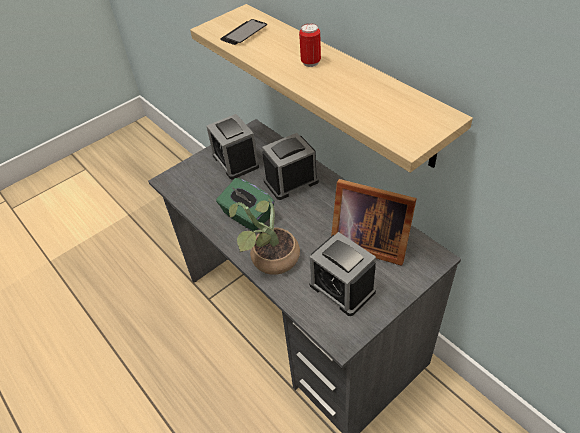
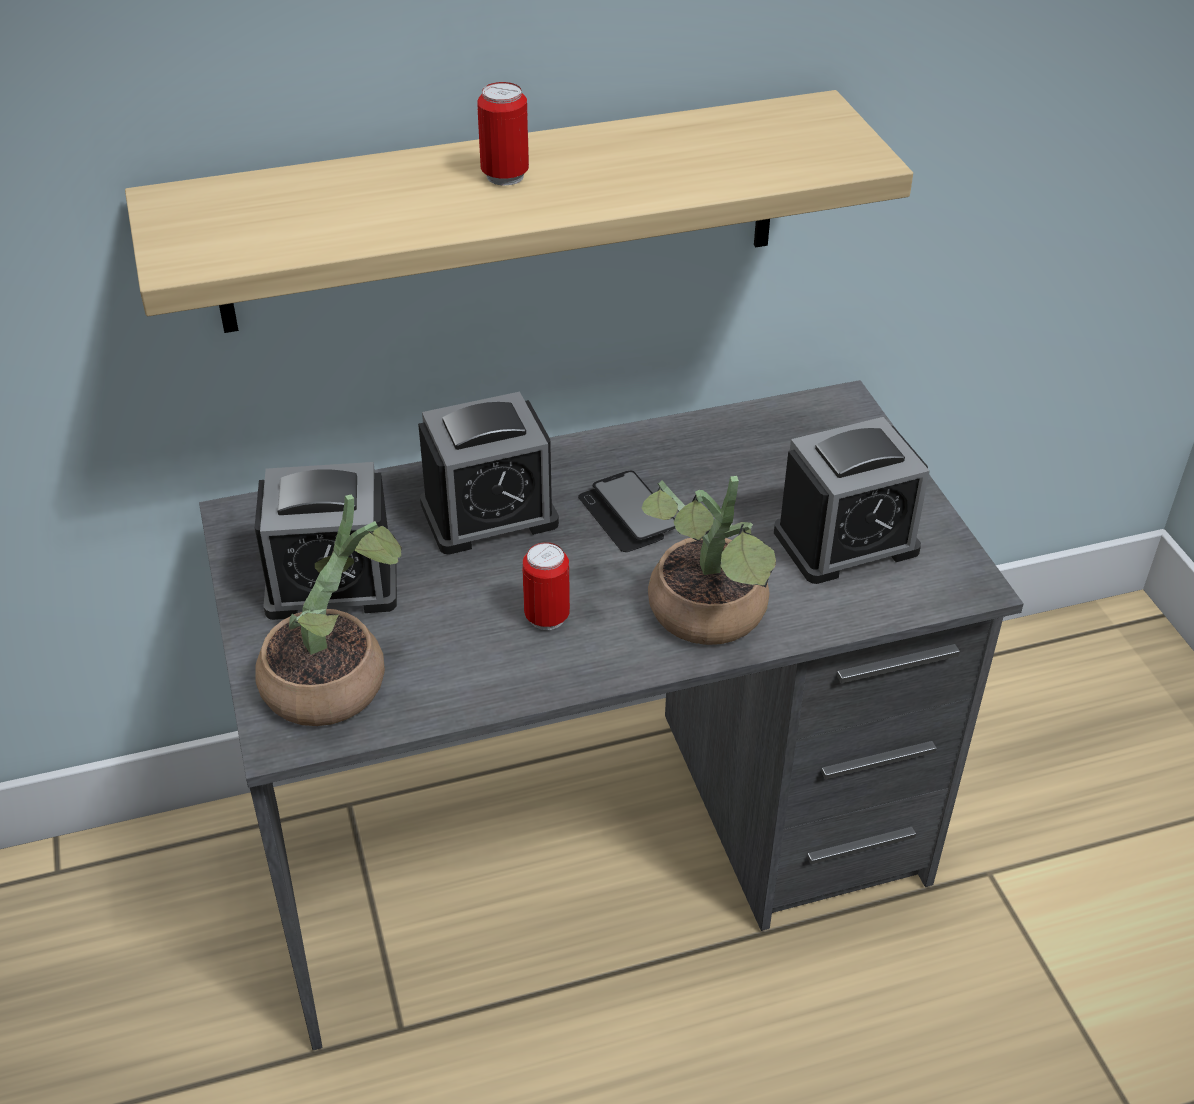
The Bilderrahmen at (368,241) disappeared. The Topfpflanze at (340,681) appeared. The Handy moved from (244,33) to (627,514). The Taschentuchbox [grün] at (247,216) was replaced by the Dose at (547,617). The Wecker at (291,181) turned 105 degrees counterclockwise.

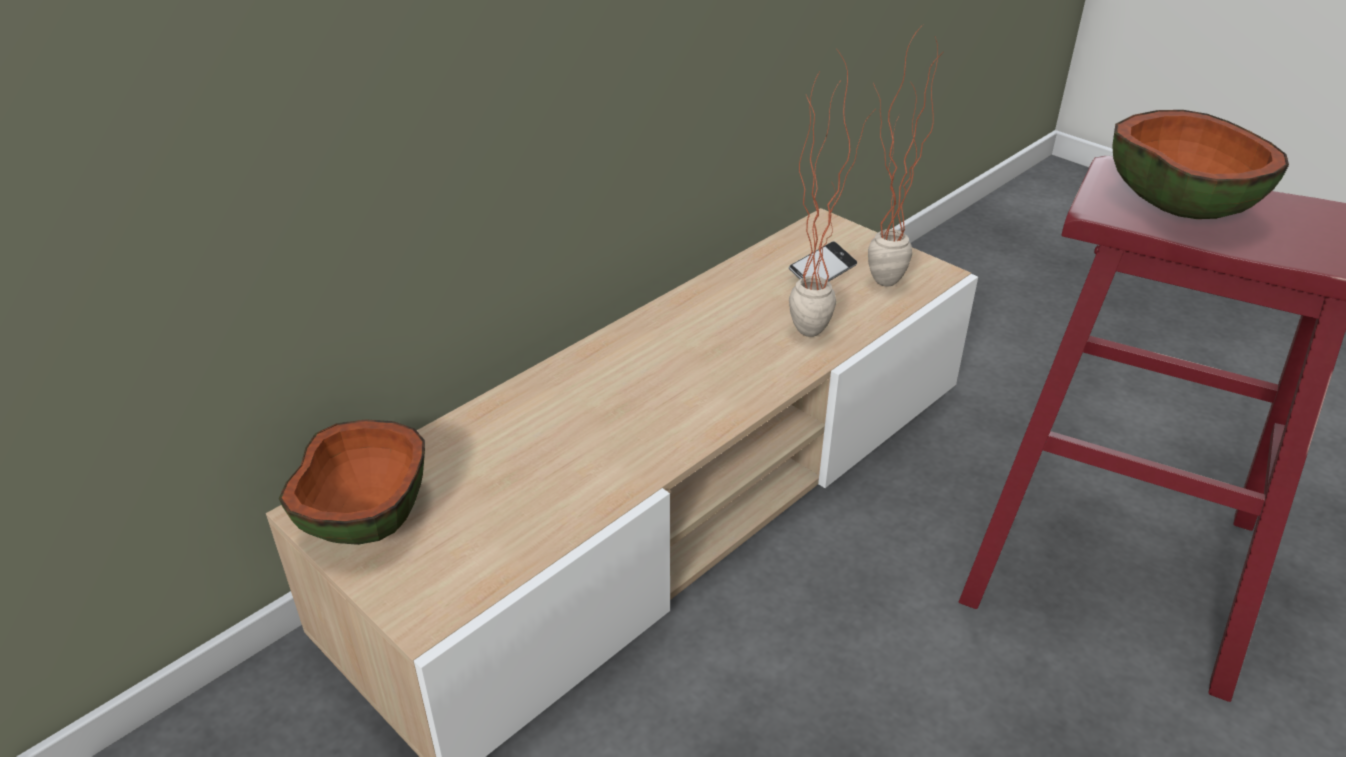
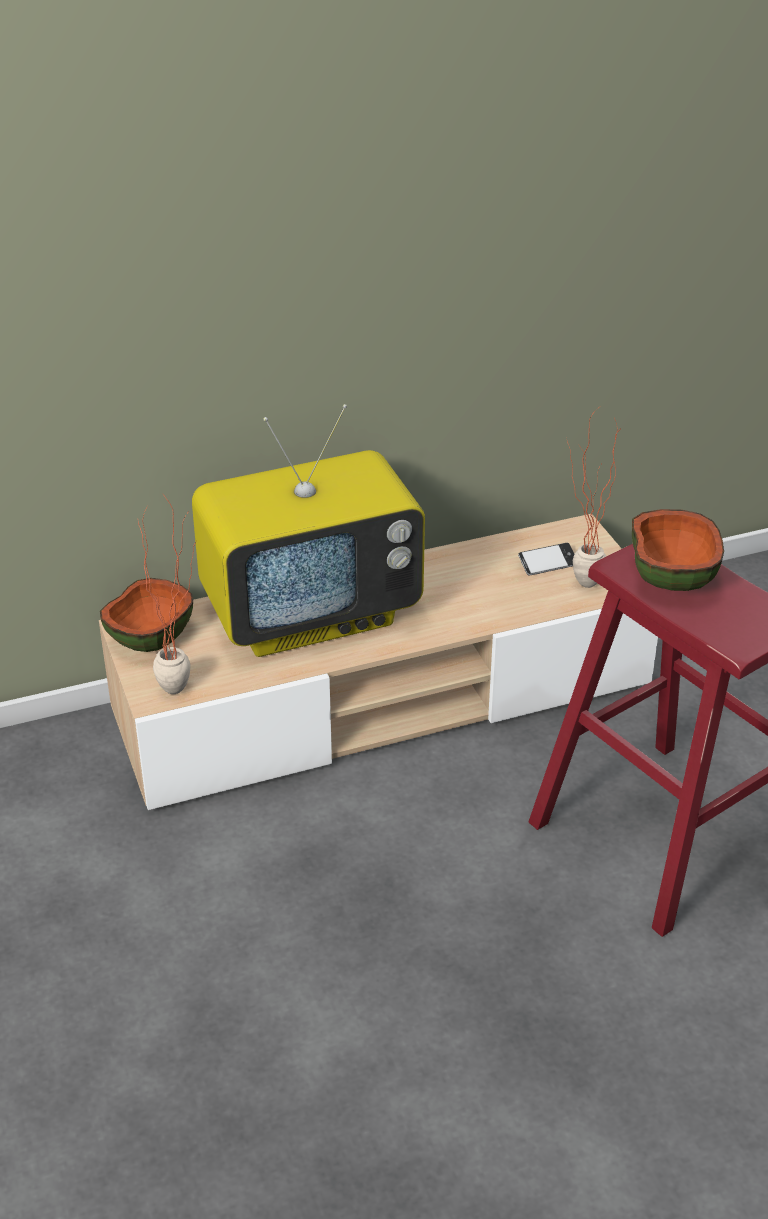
The Fernseher at (312,614) appeared. The Topfpflanze moved from (817,325) to (185,686).

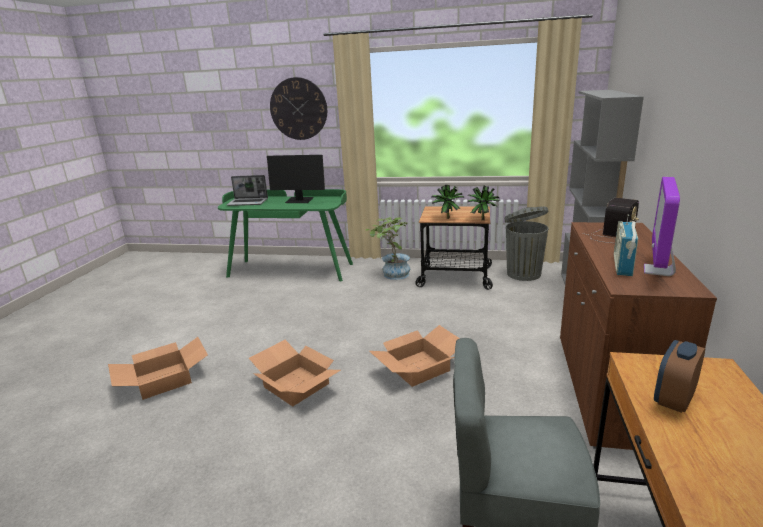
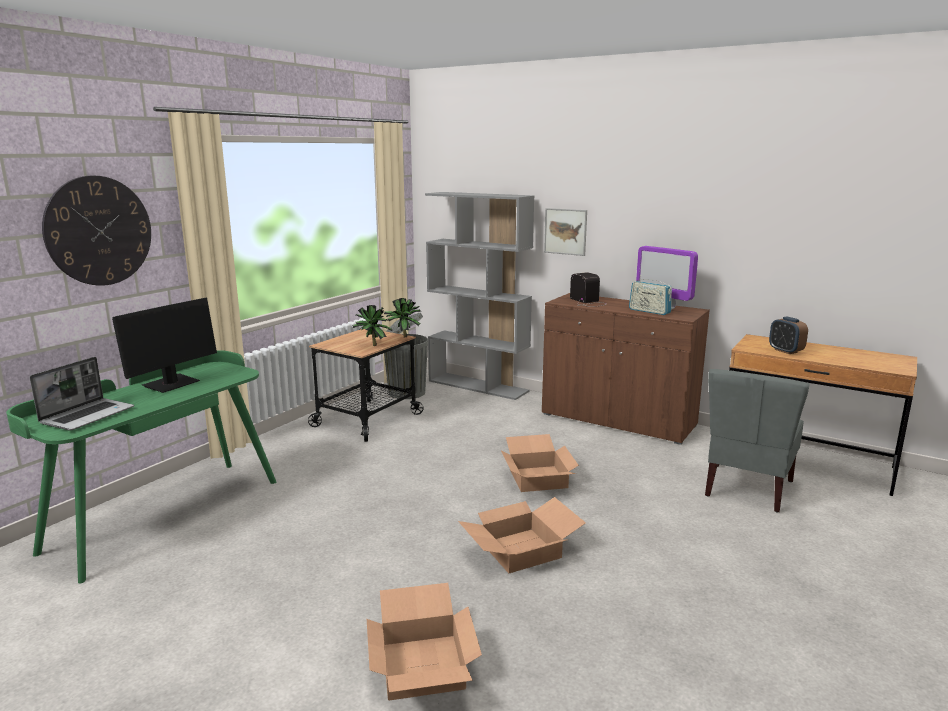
The Topfpflanze at (392,274) disappeared. The Bild at (565,231) appeared.

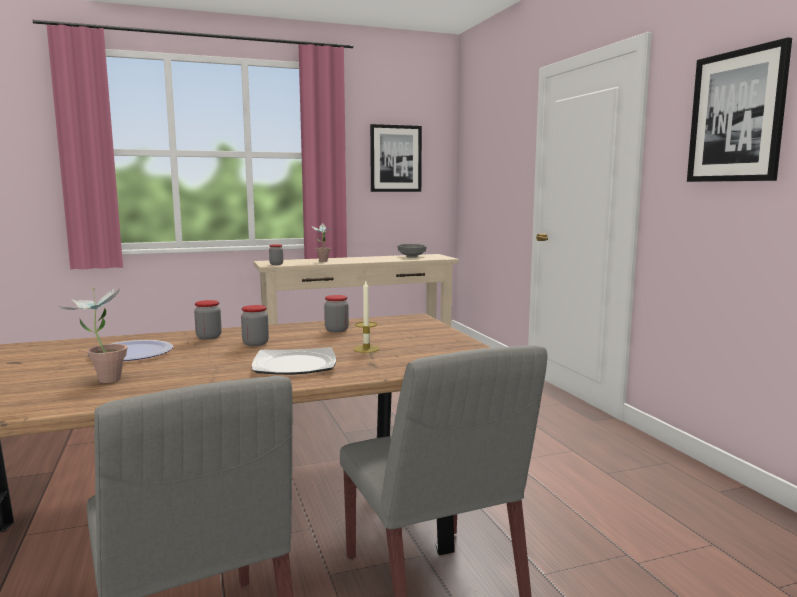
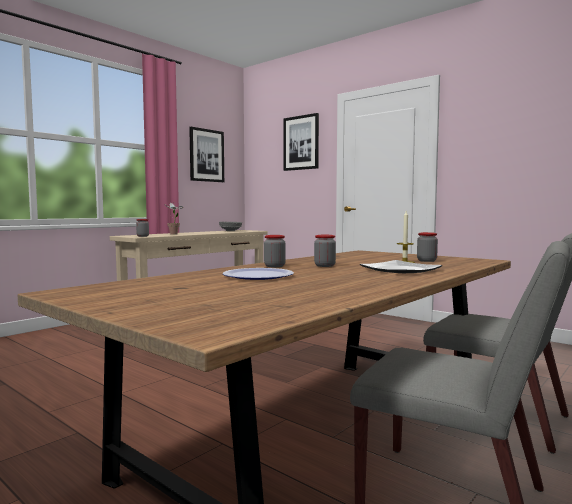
The Topfpflanze at (102,379) disappeared. The Vorratsglas moved from (336,330) to (426,261). The Bild moved from (736,116) to (301,143).

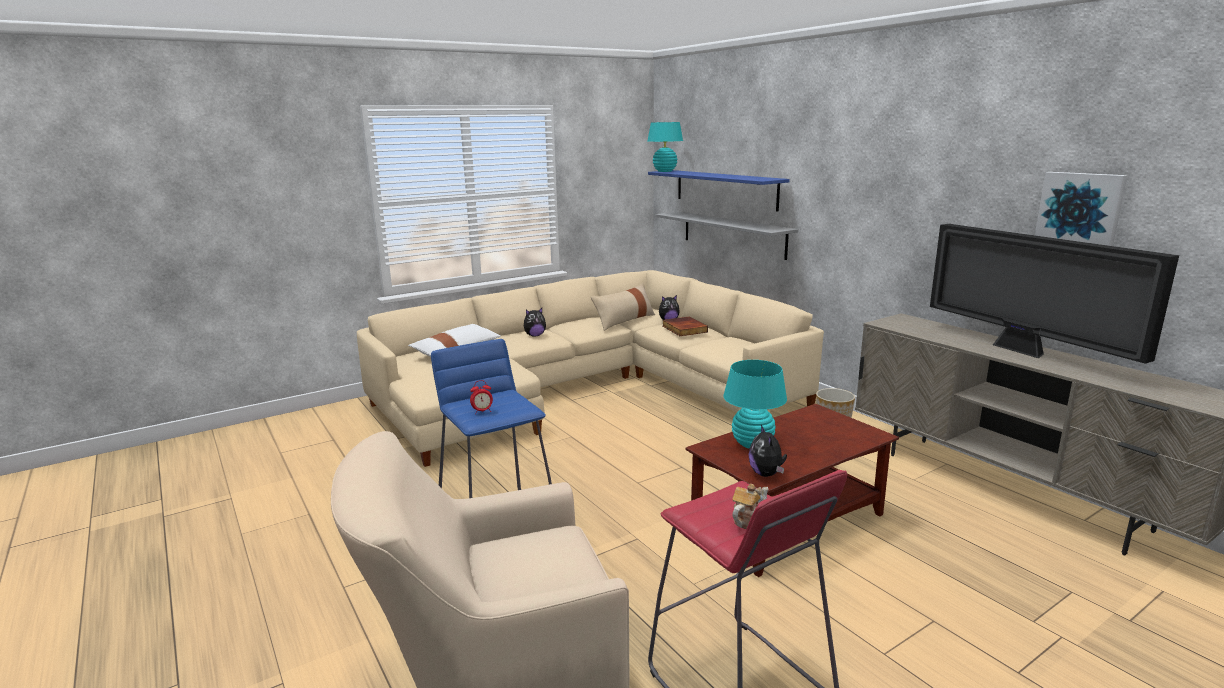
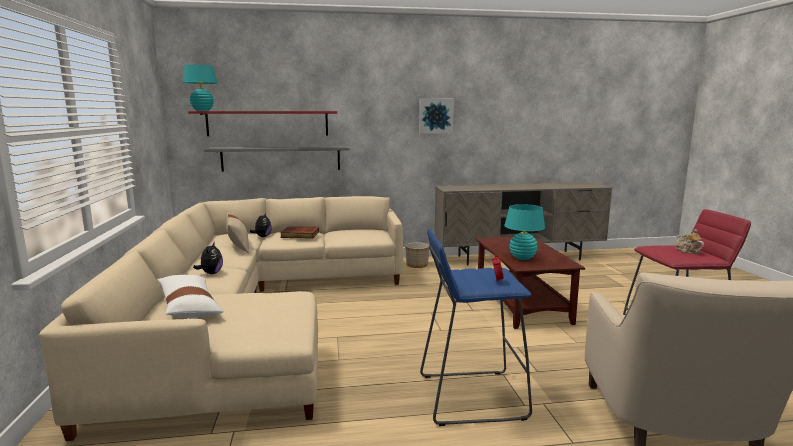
The Plüschtier at (766,474) disappeared. The Fernseher at (1022,351) disappeared. The Bild moved from (1080,209) to (436,116). The Wandregal [blau] at (725,189) became the Wandregal [rot] at (268,123).

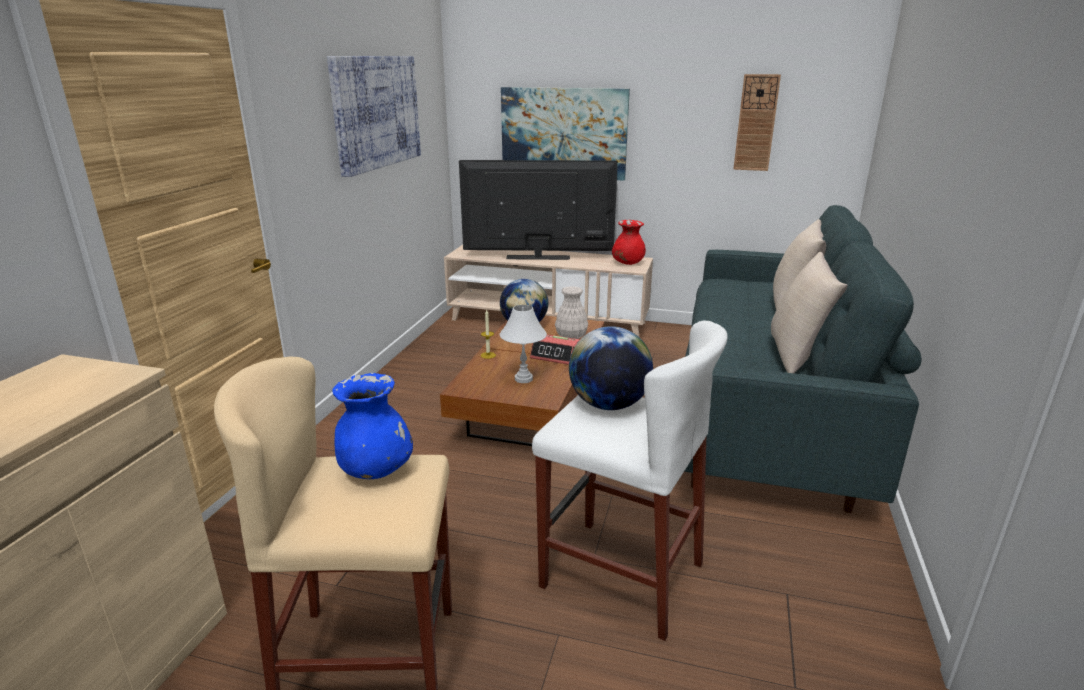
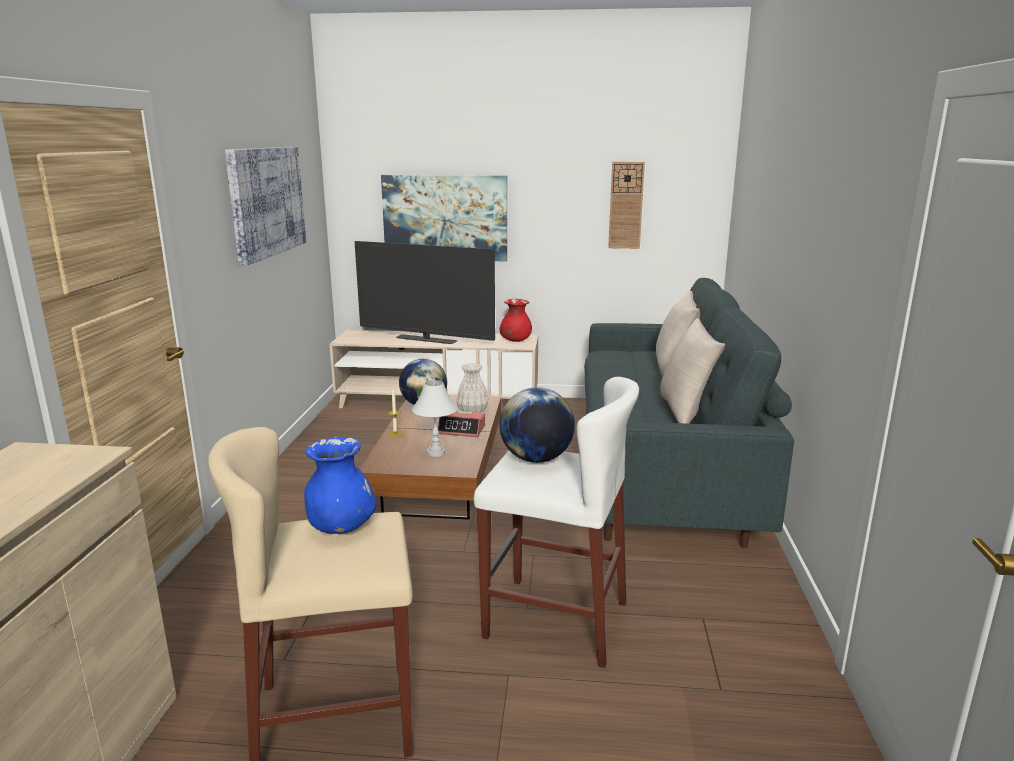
The Fernseher at (538,258) turned 150 degrees counterclockwise.

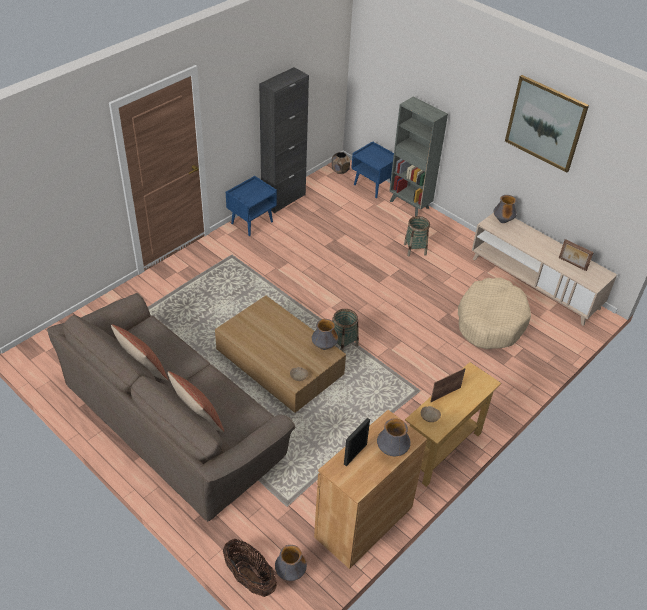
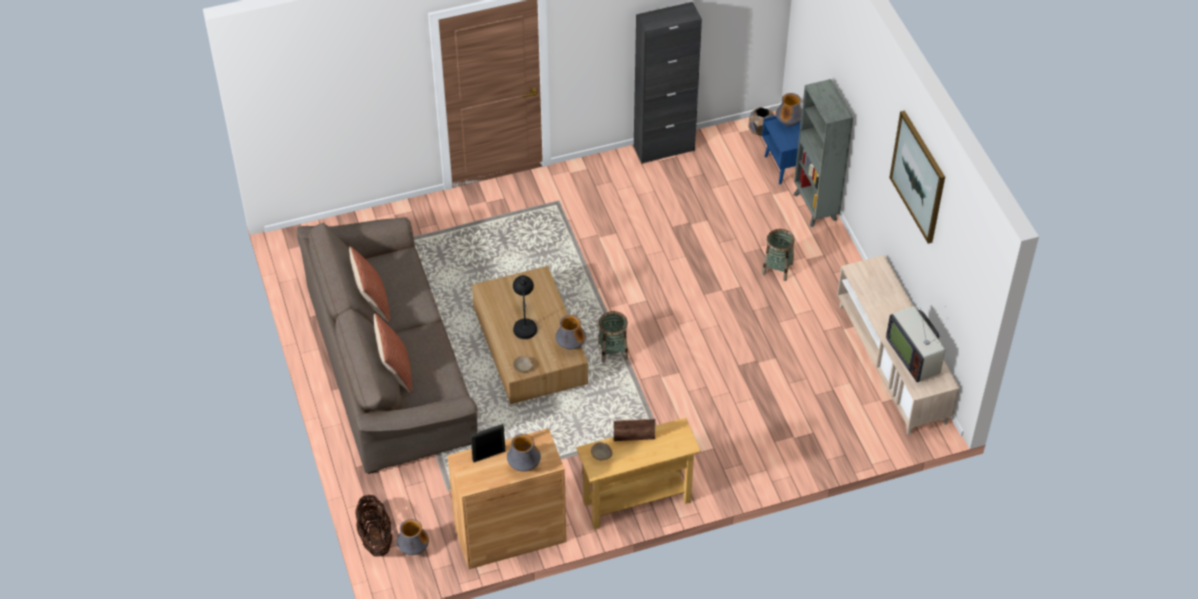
The Nachttisch [blau] at (252,222) disappeared. The Hundebett [beige] at (490,321) disappeared. The Tischlampe [schwarz] at (524,321) appeared. The Vase moved from (502,221) to (788,123). The Bilderrahmen at (572,264) was replaced by the Fernseher at (914,356).

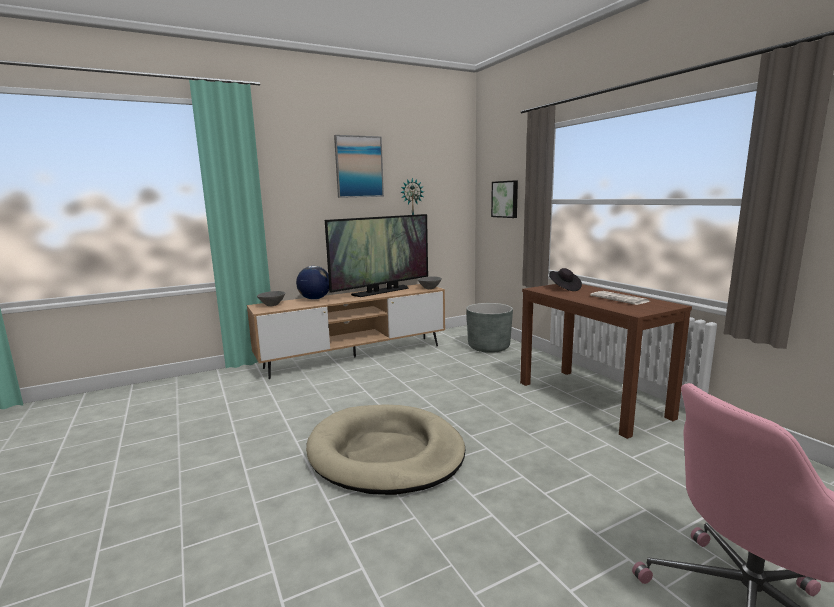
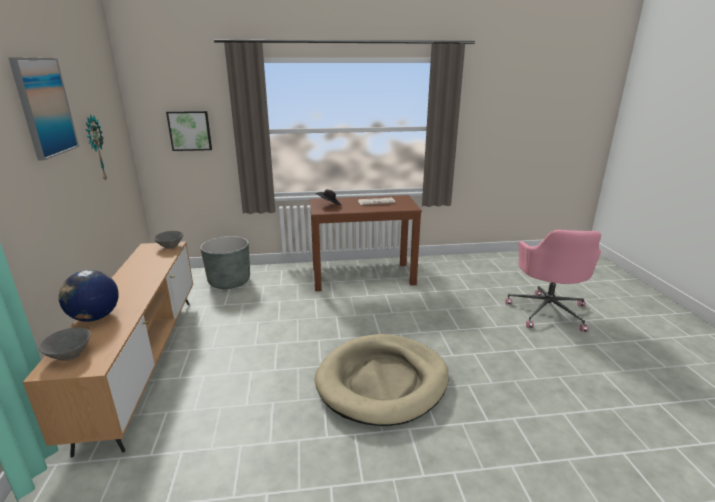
The Fernseher at (381,291) disappeared.

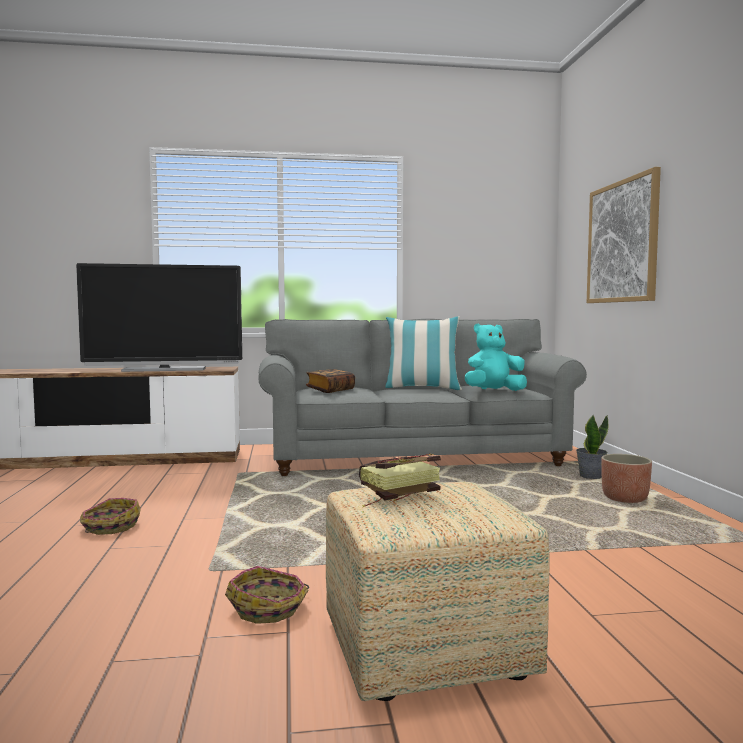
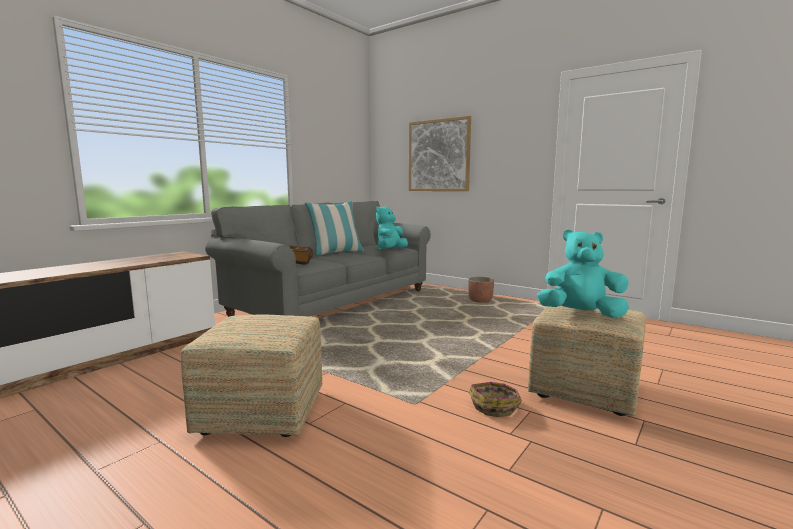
The Fernseher at (164,370) disappeared. The Topfpflanze at (590,477) disappeared. The Korb at (110,527) was replaced by the Polsterhocker at (262,411). The Buch at (392,497) was replaced by the Plüschtier [türkis] at (580,314).

